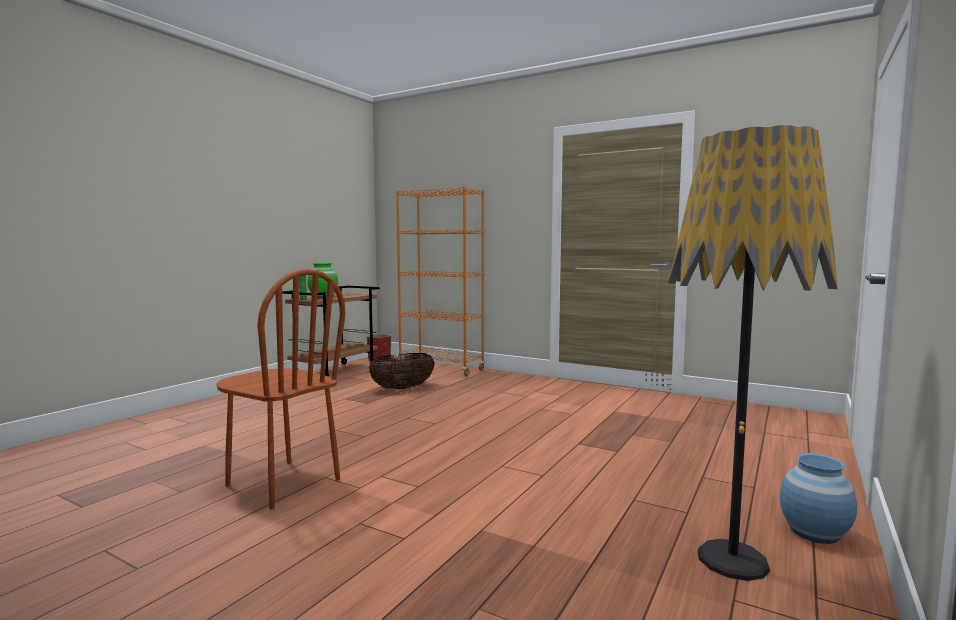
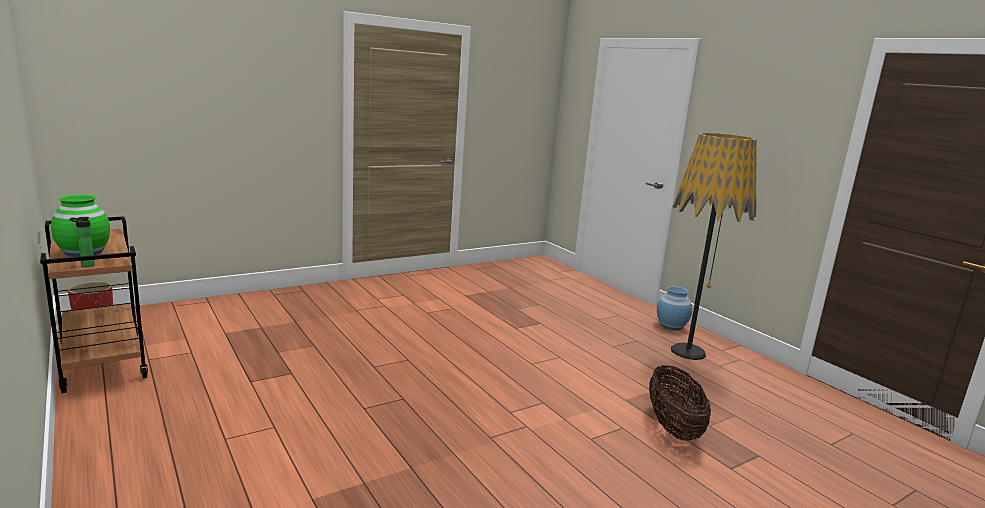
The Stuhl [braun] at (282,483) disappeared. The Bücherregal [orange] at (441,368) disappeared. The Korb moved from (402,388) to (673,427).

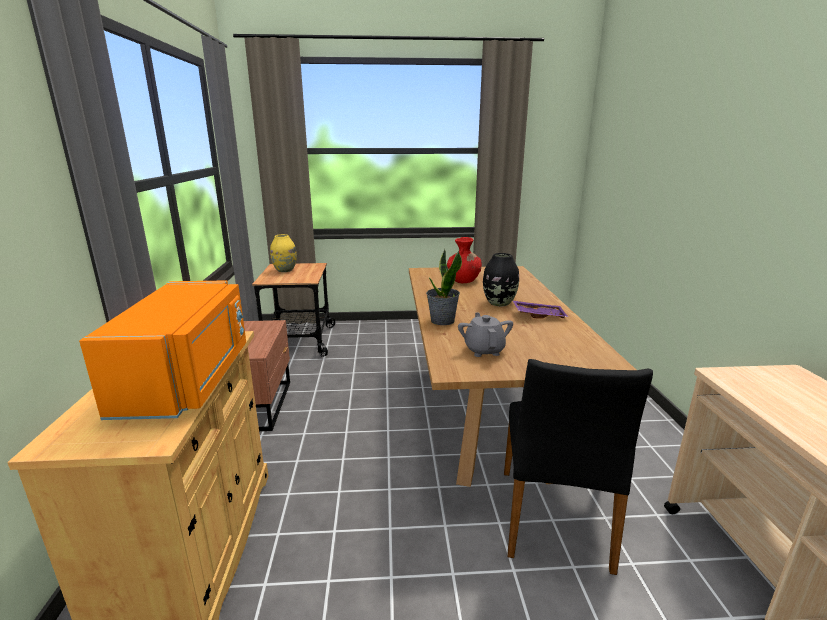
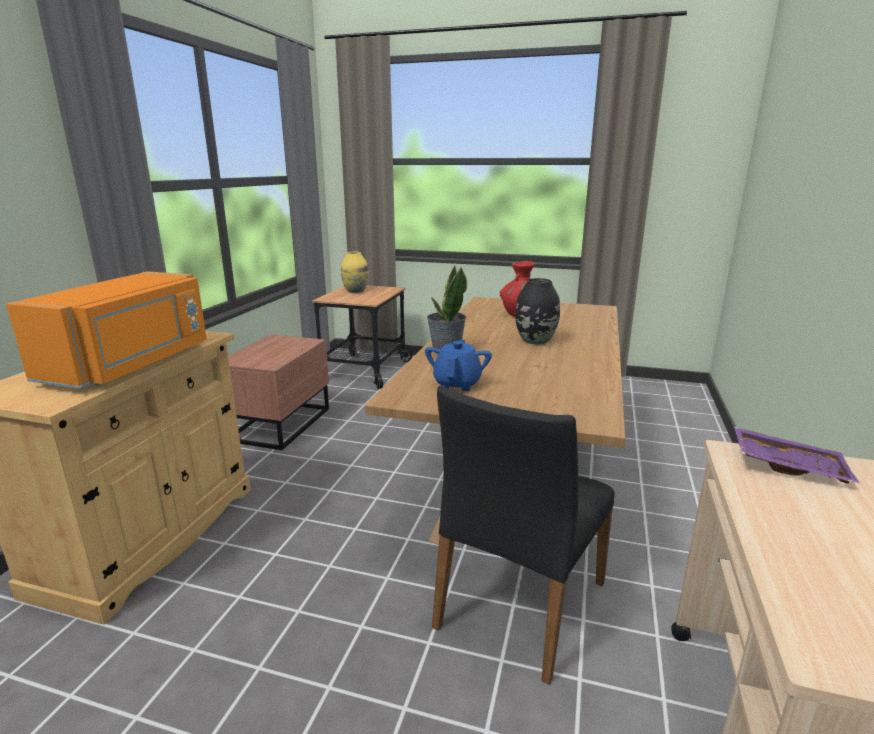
The Tablett [lila] moved from (538,315) to (788,466). The Teekanne [grau] at (484,350) became the Teekanne [blau] at (457,384).

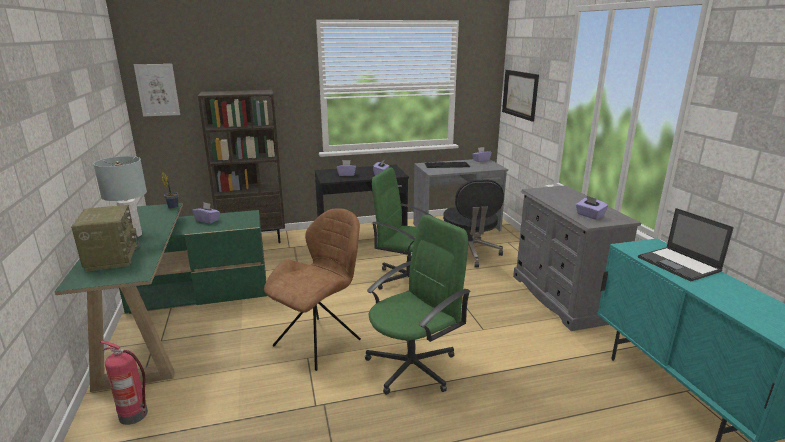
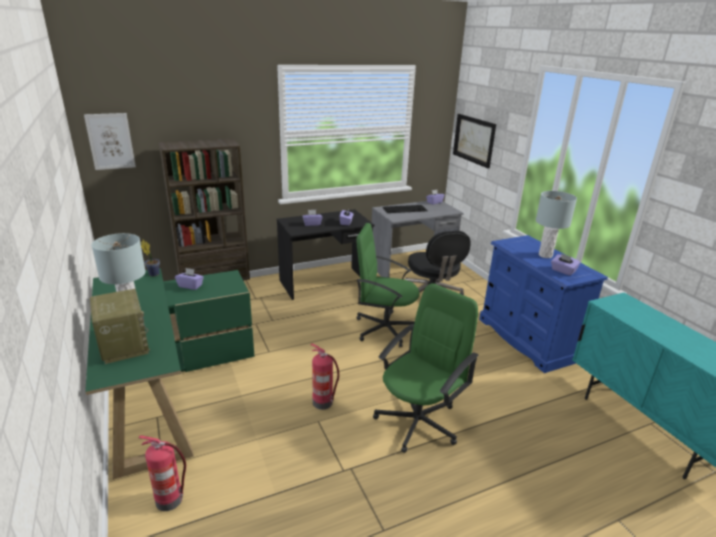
The Laptop at (679,264) disappeared. The Tischlampe [grau] at (545,255) appeared. The Stuhl [braun] at (319,341) was replaced by the Feuerlöscher at (323,402). The Kommode [grau] at (561,298) became the Kommode [blau] at (527,339).

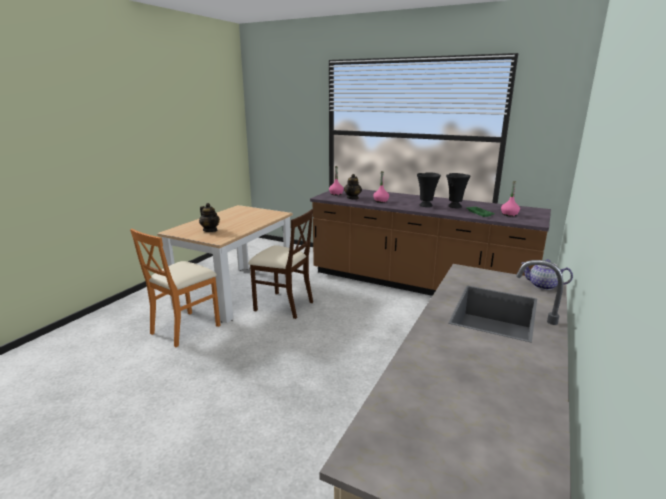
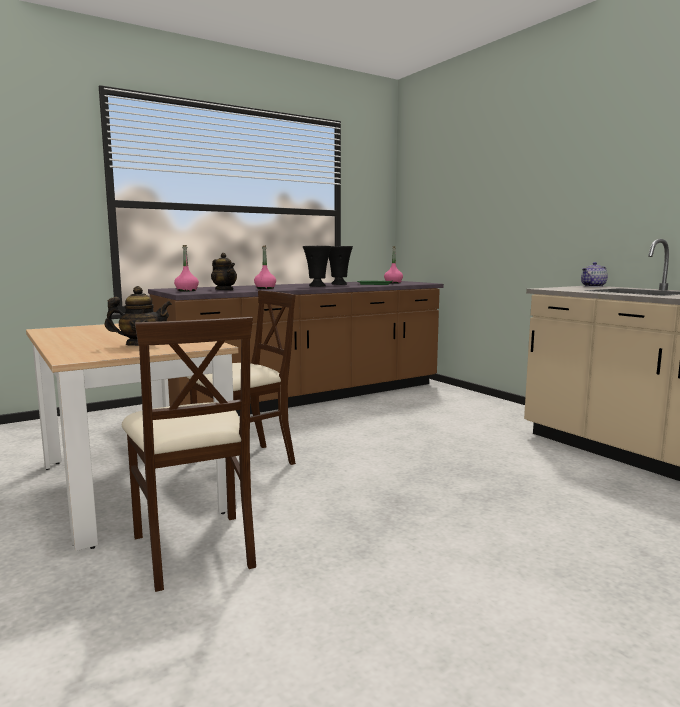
The Stuhl [orange] at (185,328) became the Stuhl [beige] at (195,549).

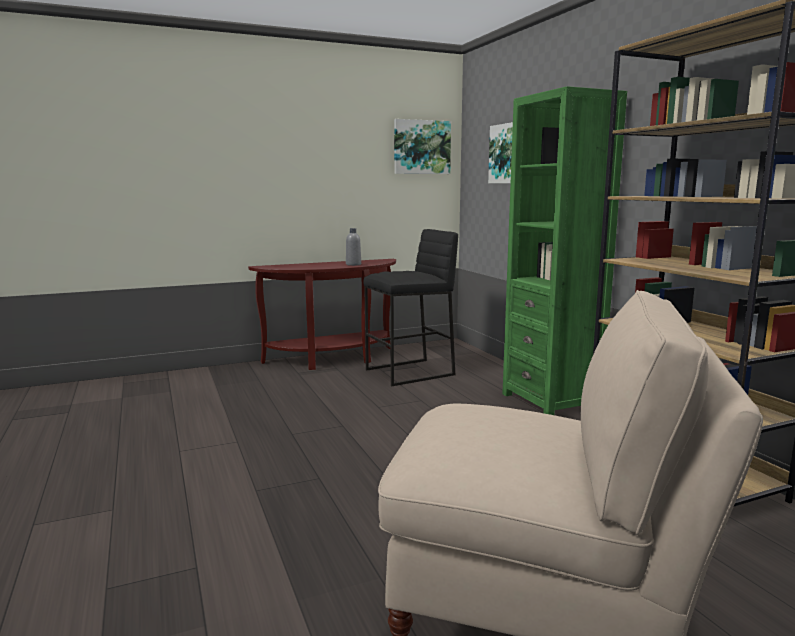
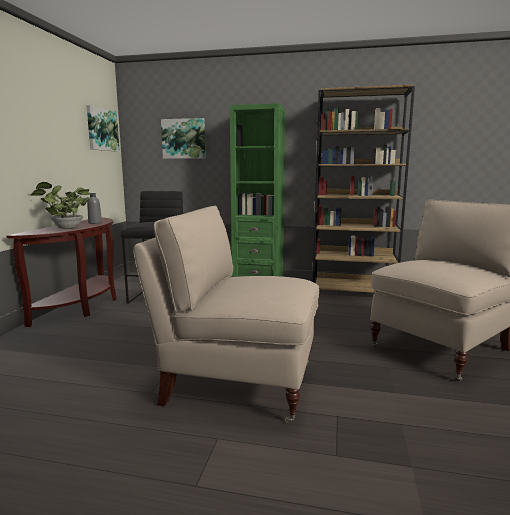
The Topfpflanze at (65,228) appeared. The Stuhl [beige] at (237,383) appeared.

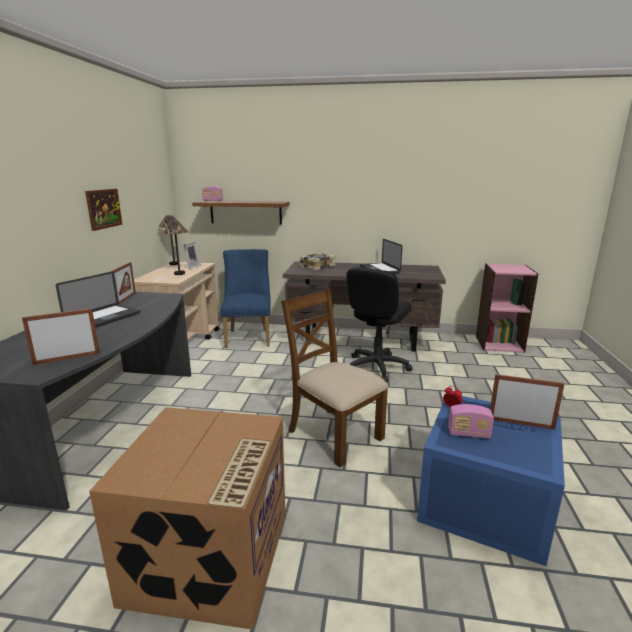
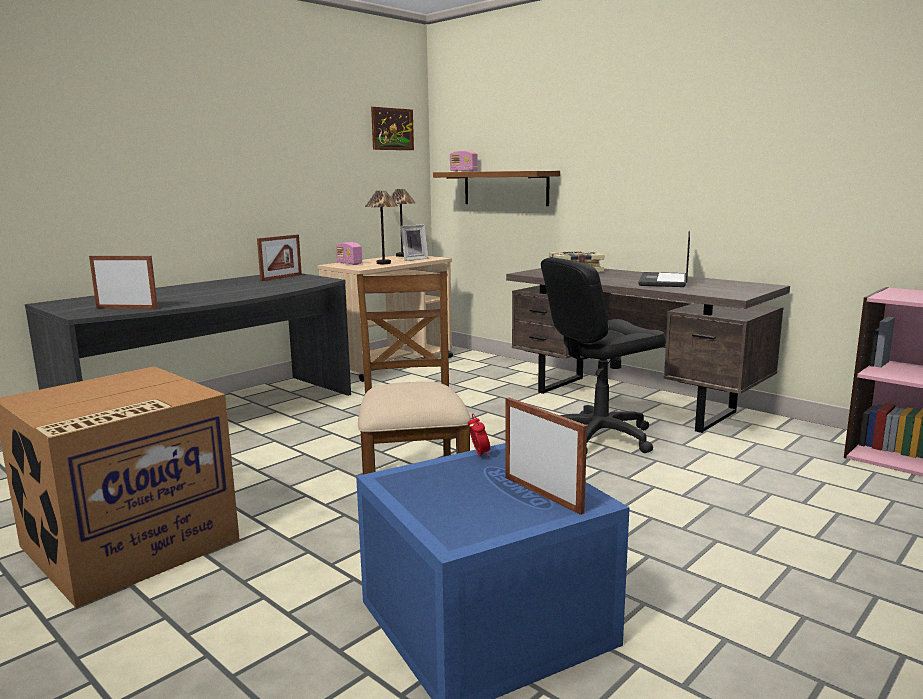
The Laptop at (103,318) disappeared. The Stuhl [blau] at (248,337) disappeared. The Bild moved from (104,208) to (392,129). The Radio moved from (468,434) to (349,264).

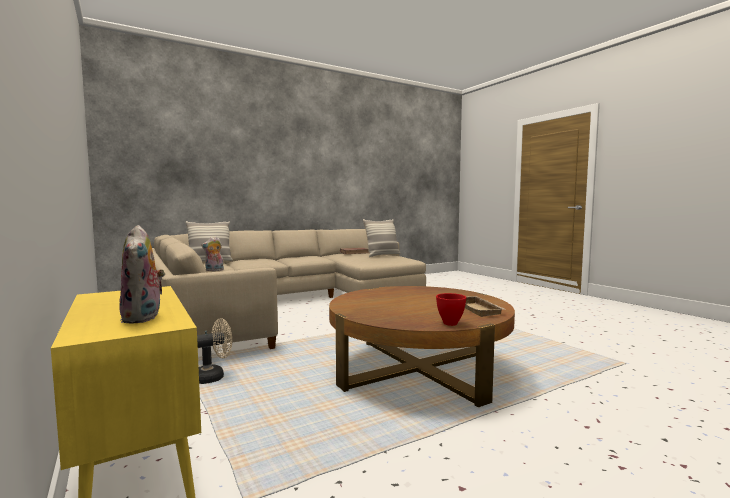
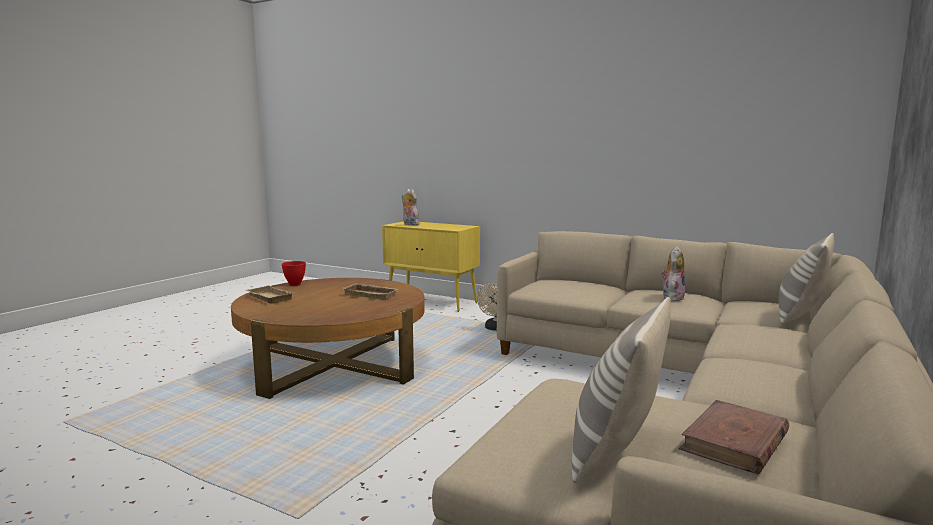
The Tablett [beige] at (372,295) appeared.

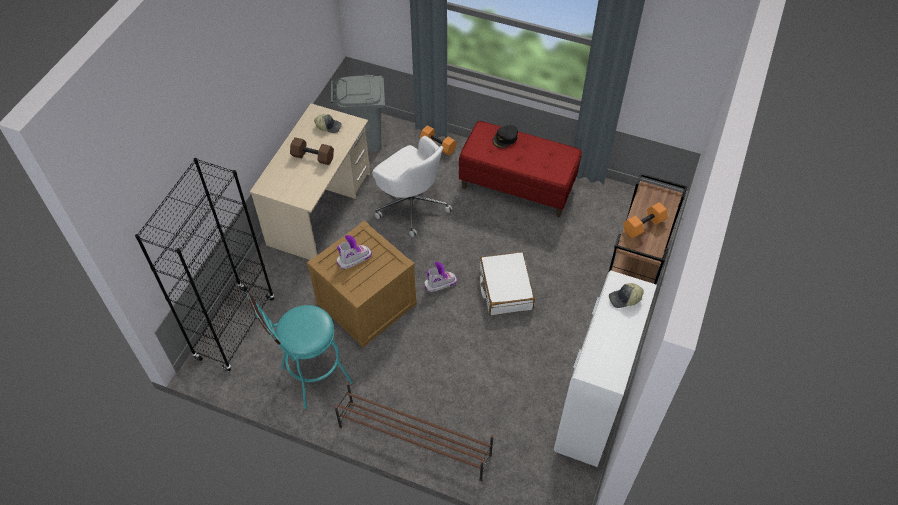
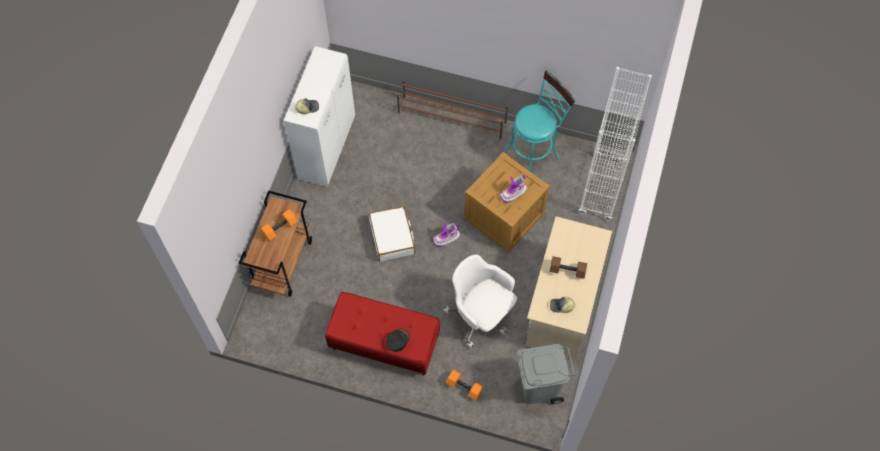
The Bücherregal [schwarz] at (235,328) became the Bücherregal [weiß] at (602,187).

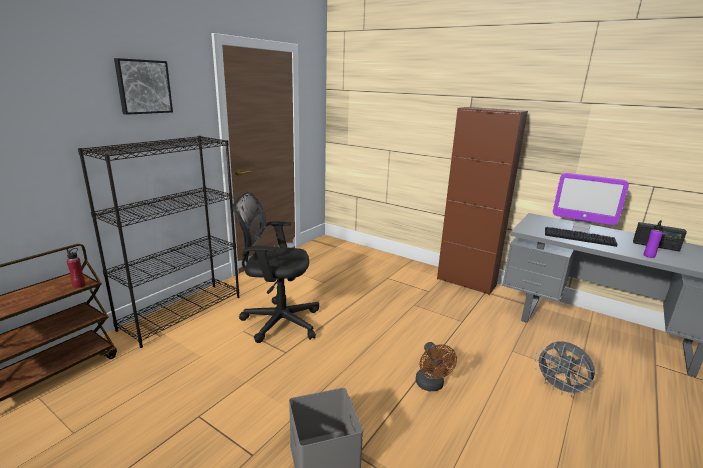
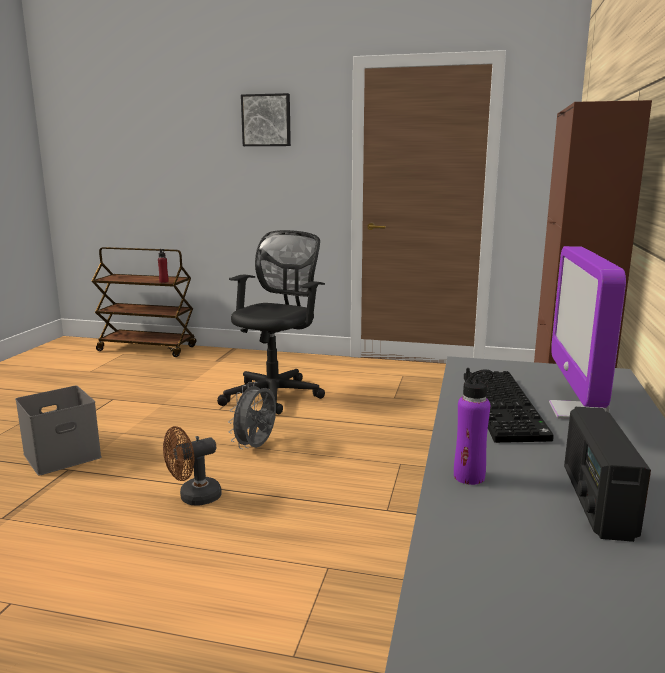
The Bücherregal [schwarz] at (182,312) disappeared. The Ventilator [grau] moved from (560,389) to (256,447). The Bürostuhl [schwarz] at (277,321) turned 45 degrees clockwise.

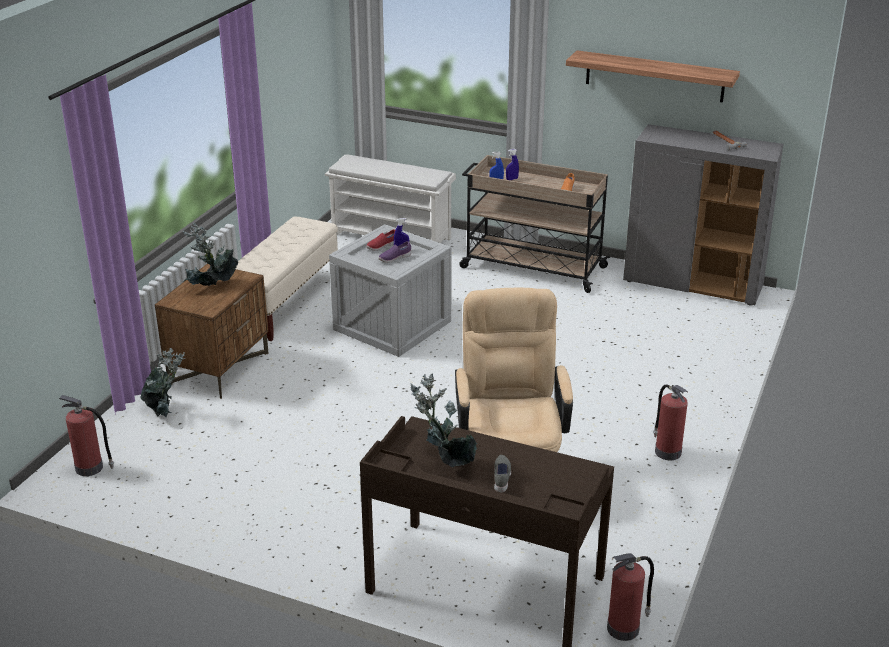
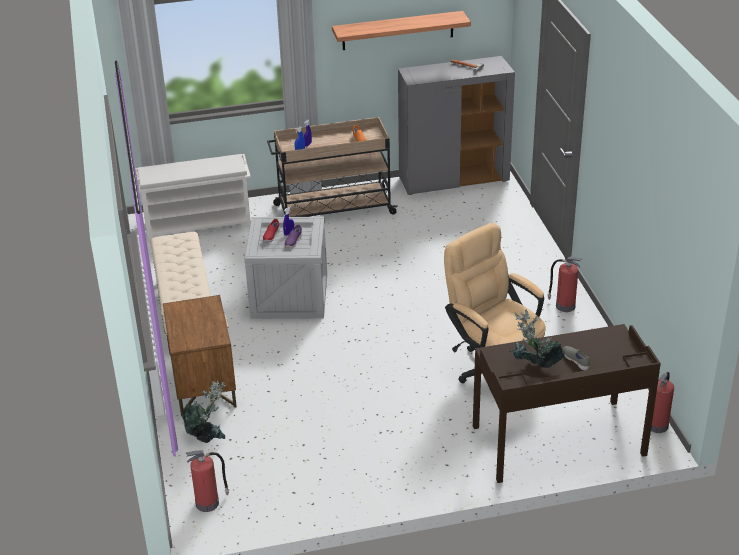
The Topfpflanze at (212,288) disappeared.

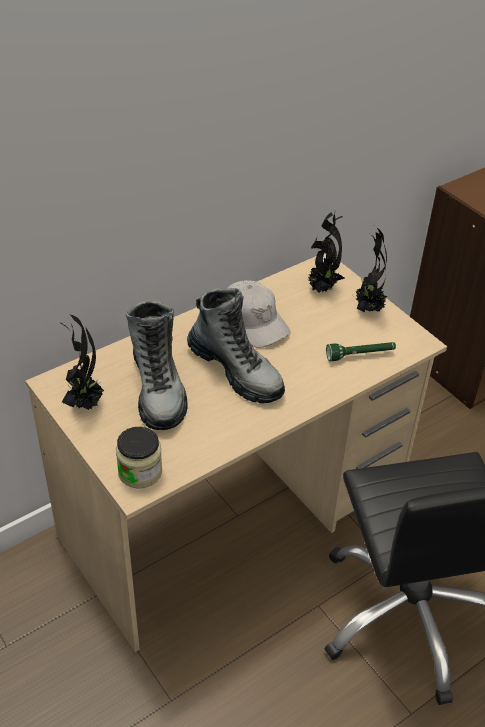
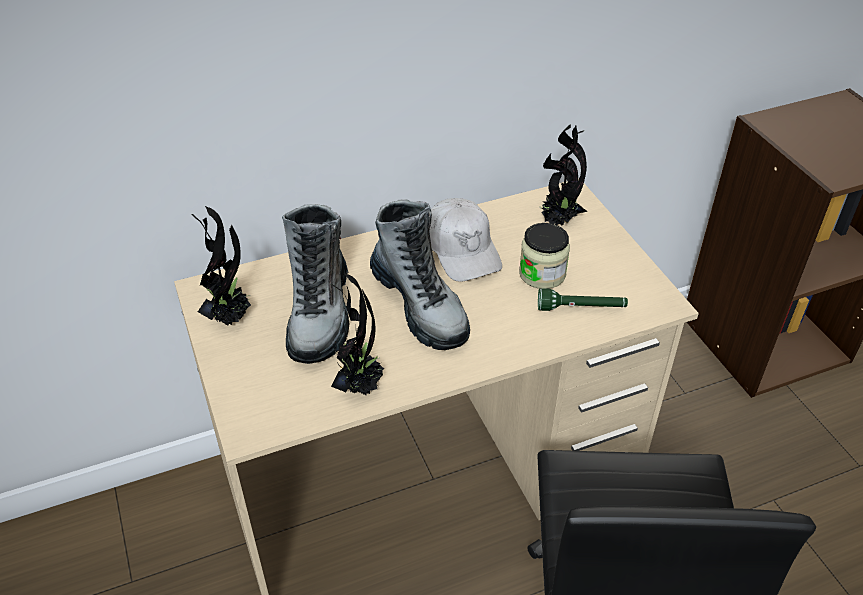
The Vorratsglas moved from (140,472) to (542,274). The Topfpflanze moved from (367,308) to (360,385).

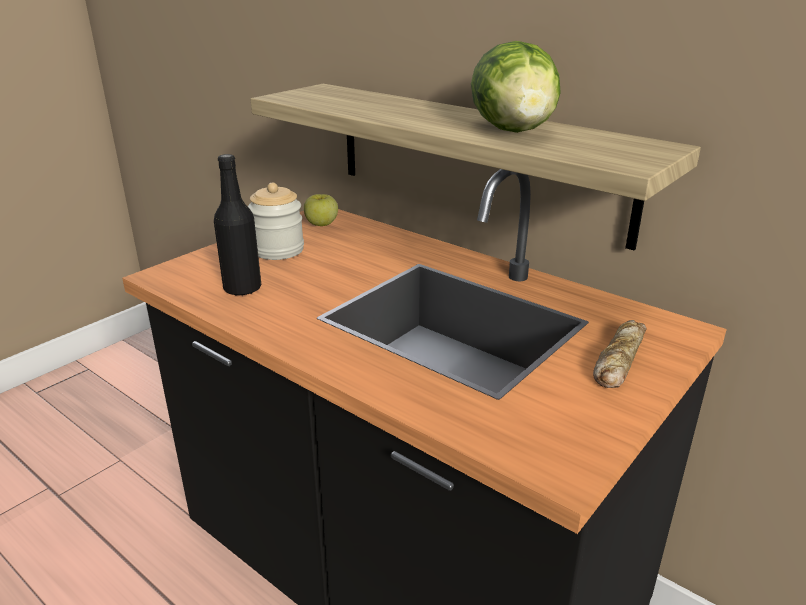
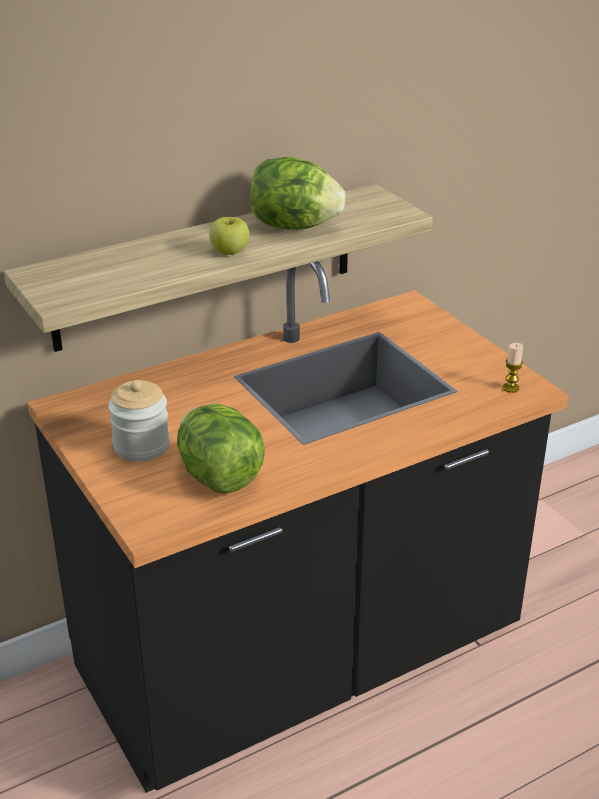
The Brot at (618,360) disappeared. The Kerze at (510,388) appeared. The Apfel moved from (321,224) to (230,252). The Flasche [schwarz] at (242,288) was replaced by the Salatkopf at (219,477).

